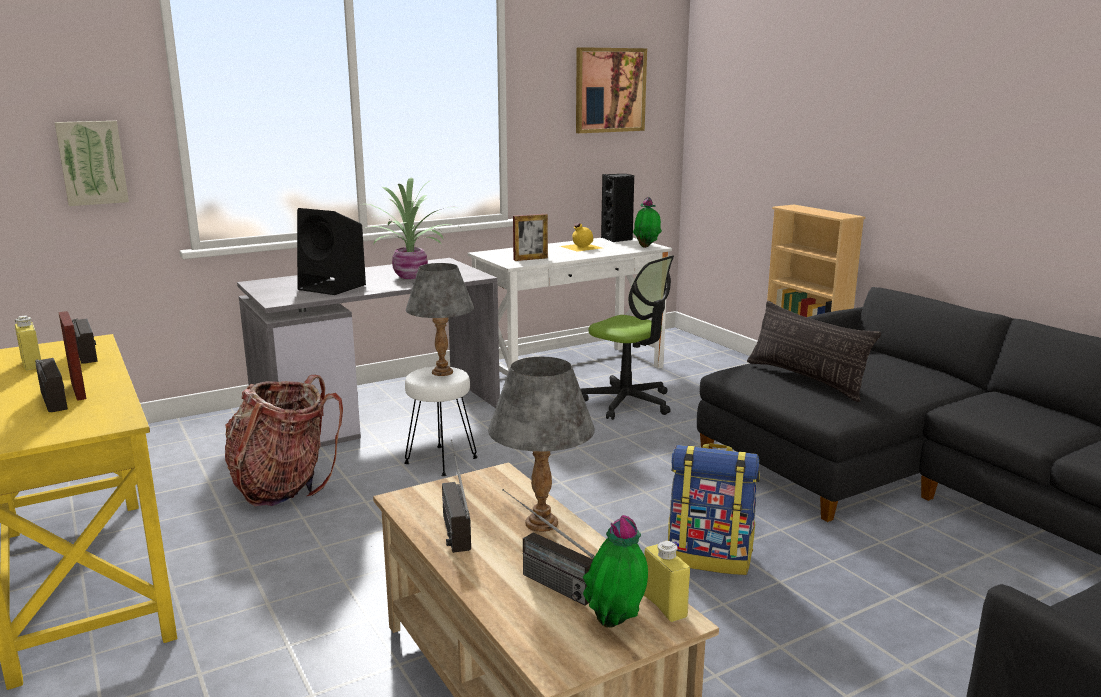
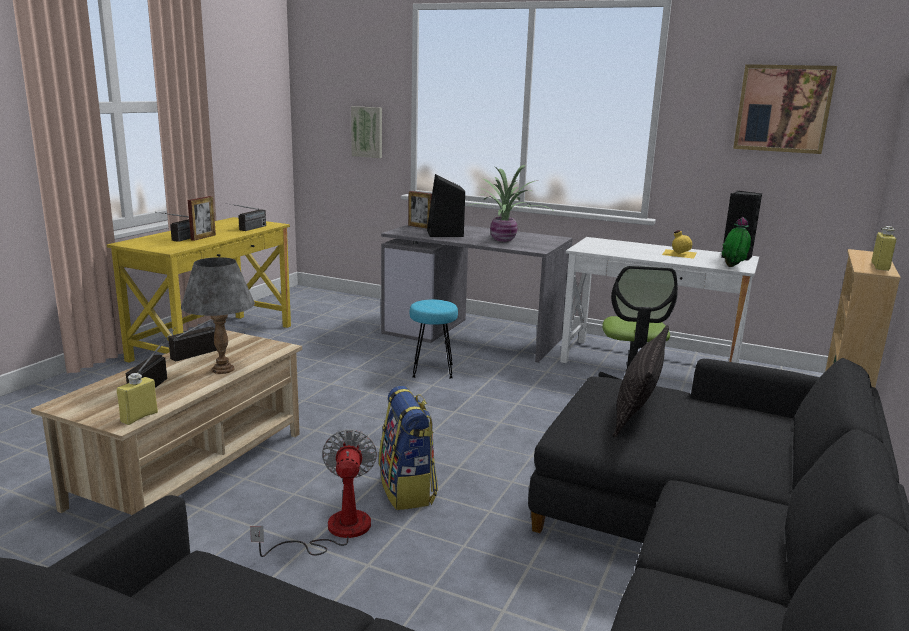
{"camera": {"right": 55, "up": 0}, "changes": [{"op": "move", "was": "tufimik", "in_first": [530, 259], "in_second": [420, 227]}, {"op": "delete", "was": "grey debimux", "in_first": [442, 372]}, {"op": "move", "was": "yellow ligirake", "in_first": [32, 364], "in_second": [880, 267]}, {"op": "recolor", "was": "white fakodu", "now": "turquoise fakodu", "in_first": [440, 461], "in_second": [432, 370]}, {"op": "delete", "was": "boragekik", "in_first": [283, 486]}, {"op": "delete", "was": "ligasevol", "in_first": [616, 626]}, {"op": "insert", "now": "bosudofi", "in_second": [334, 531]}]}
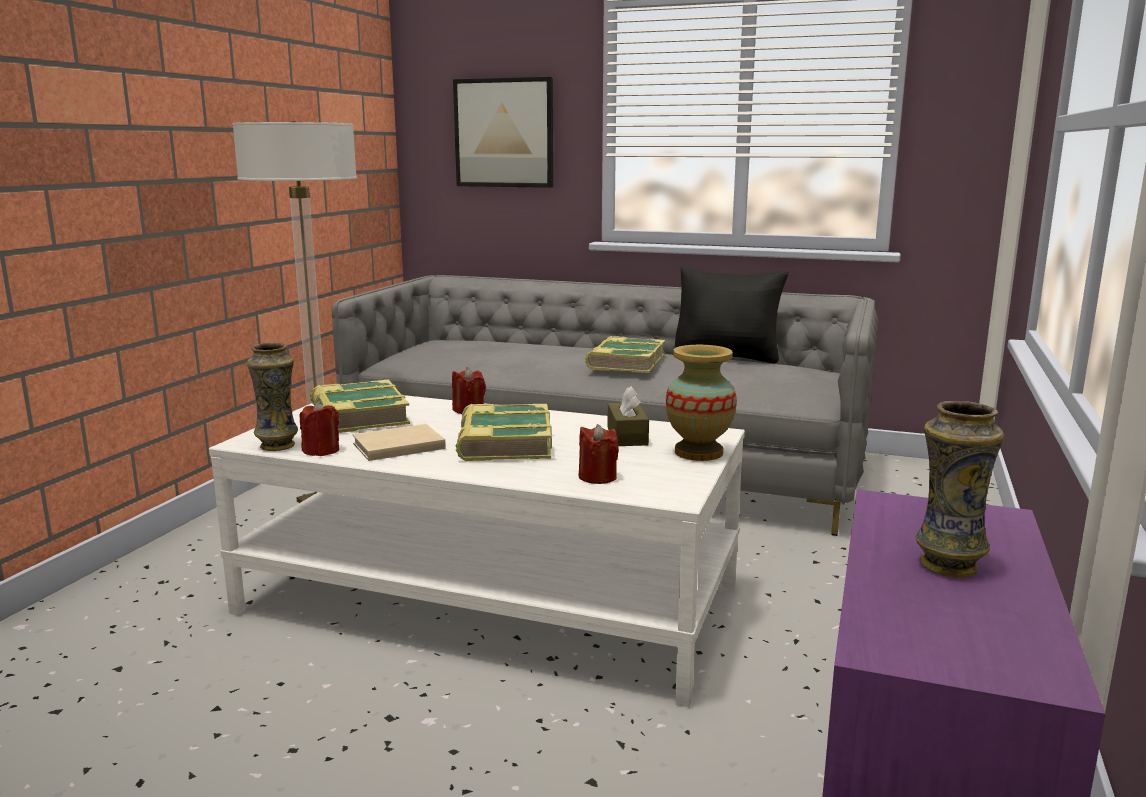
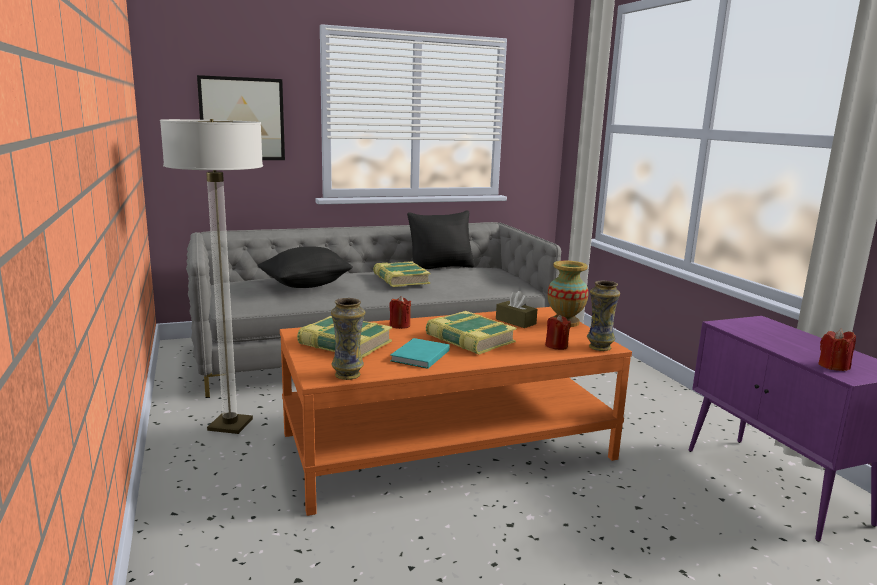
{"camera": {"right": -40, "up": 0}, "changes": [{"op": "recolor", "was": "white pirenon", "now": "orange pirenon", "in_first": [490, 600], "in_second": [448, 446]}, {"op": "move", "was": "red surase", "in_first": [321, 451], "in_second": [833, 366]}, {"op": "move", "was": "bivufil", "in_first": [947, 565], "in_second": [599, 347]}, {"op": "recolor", "was": "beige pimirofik", "now": "turquoise pimirofik", "in_first": [396, 446], "in_second": [418, 356]}, {"op": "insert", "now": "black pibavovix", "in_second": [306, 285]}]}
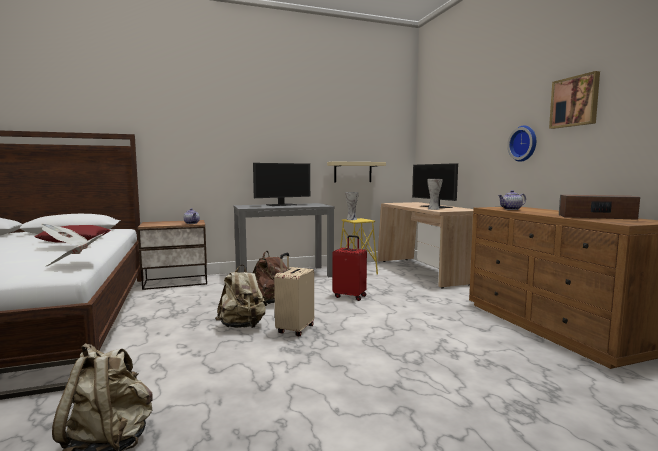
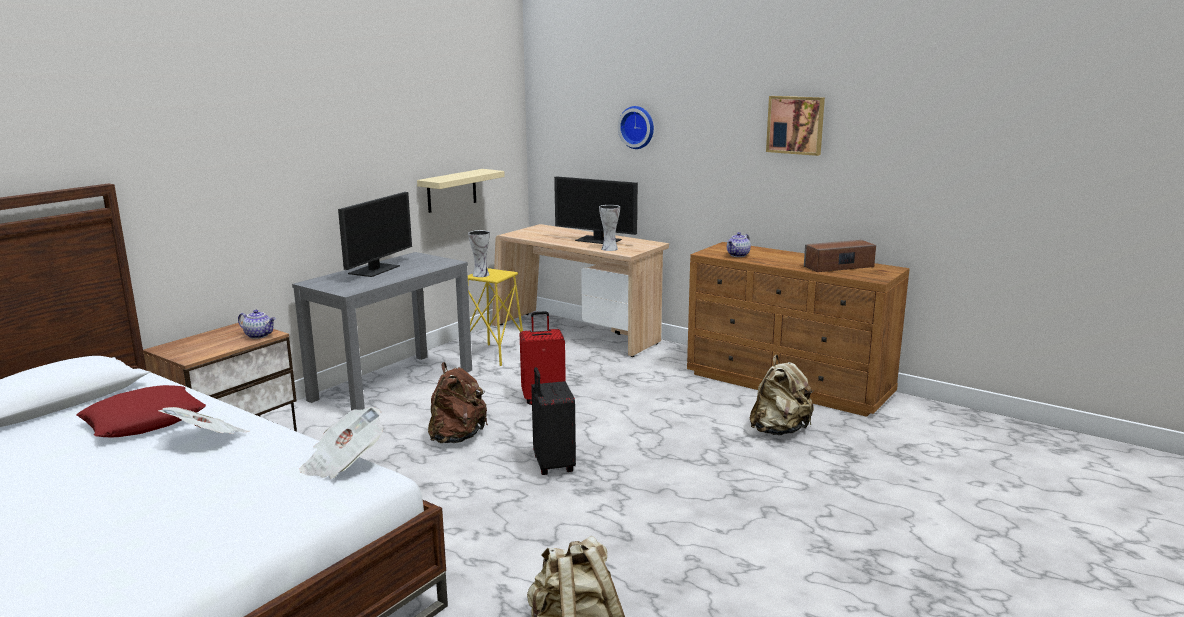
{"camera": {"right": -35, "up": 10}, "changes": [{"op": "move", "was": "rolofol", "in_first": [524, 143], "in_second": [637, 127]}, {"op": "recolor", "was": "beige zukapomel", "now": "black zukapomel", "in_first": [294, 330], "in_second": [552, 465]}, {"op": "move", "was": "beige boragekik", "in_first": [242, 326], "in_second": [779, 430]}]}
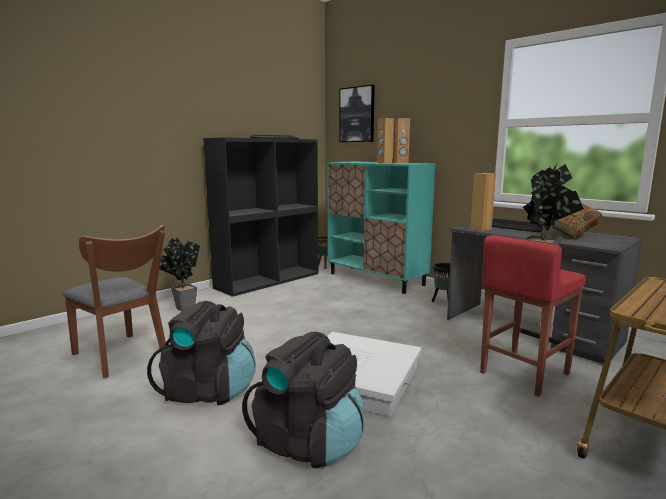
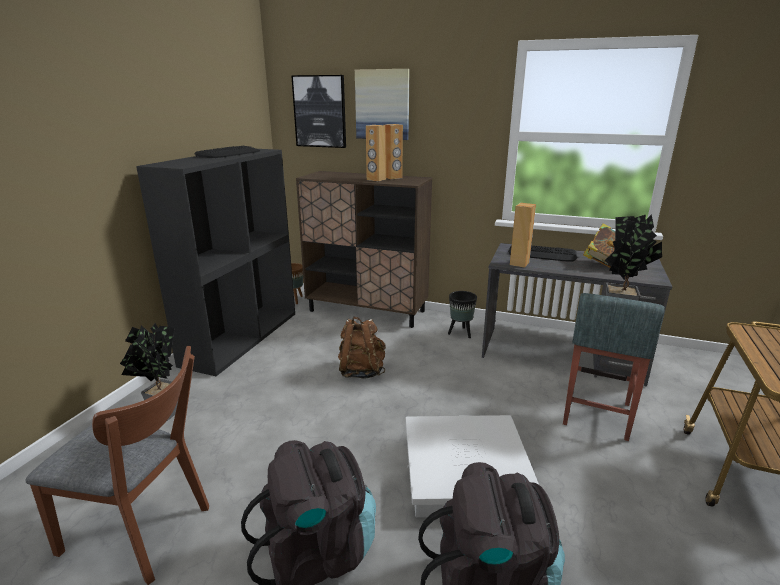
{"camera": {"right": -25, "up": 10}, "changes": [{"op": "recolor", "was": "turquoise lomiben", "now": "brown lomiben", "in_first": [376, 279], "in_second": [367, 311]}, {"op": "recolor", "was": "red fakodu", "now": "grey fakodu", "in_first": [523, 373], "in_second": [596, 414]}, {"op": "insert", "now": "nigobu", "in_second": [382, 104]}, {"op": "insert", "now": "brown boragekik", "in_second": [361, 371]}]}
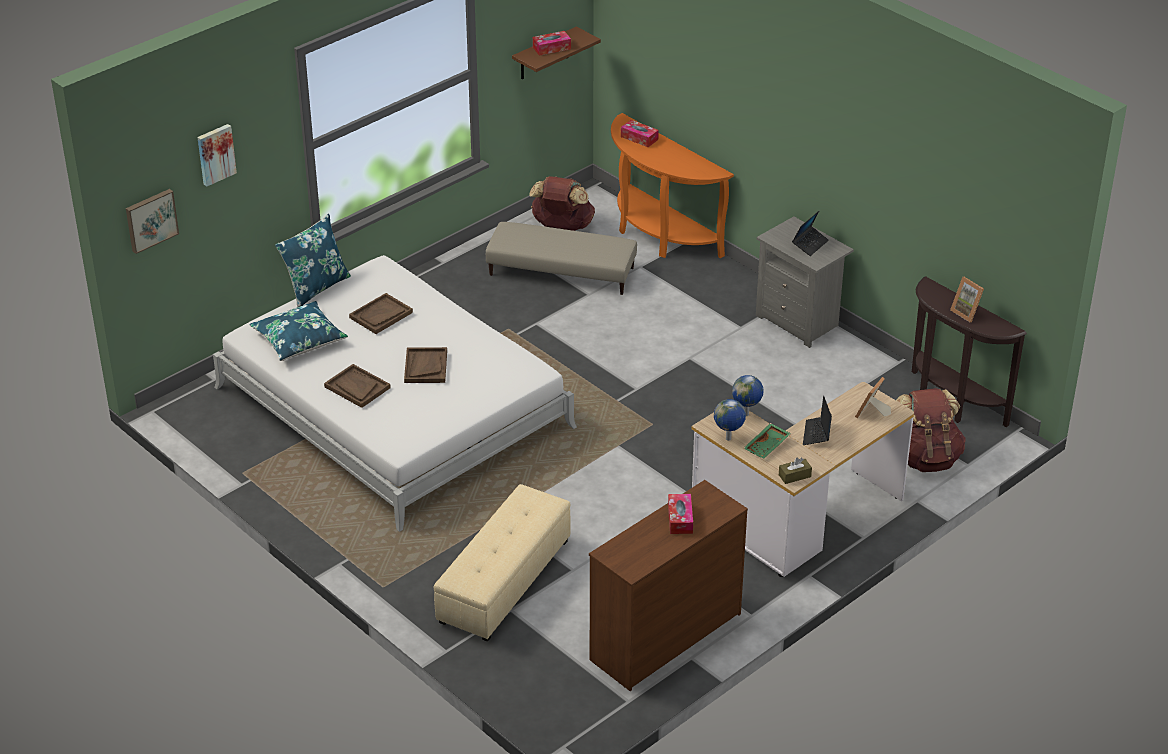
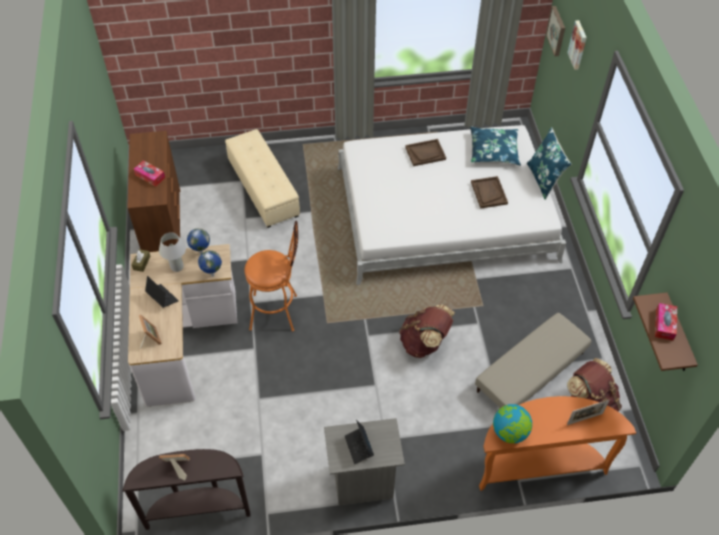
{"camera": {"right": 125, "up": 15}, "changes": [{"op": "replace", "was": "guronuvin", "now": "tufimik", "in_first": [639, 138], "in_second": [584, 419]}, {"op": "delete", "was": "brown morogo", "in_first": [425, 367]}, {"op": "move", "was": "brown boragekik", "in_first": [925, 458], "in_second": [424, 343]}, {"op": "replace", "was": "green morogo", "now": "white debimux", "in_first": [767, 446], "in_second": [177, 267]}, {"op": "insert", "now": "orange fakodu", "in_second": [278, 312]}, {"op": "insert", "now": "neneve", "in_second": [509, 432]}]}
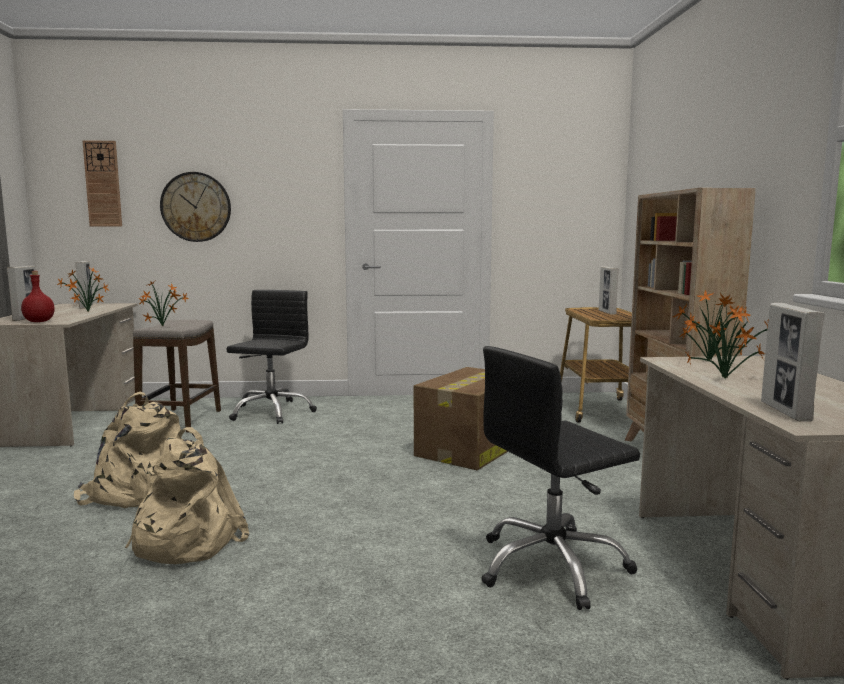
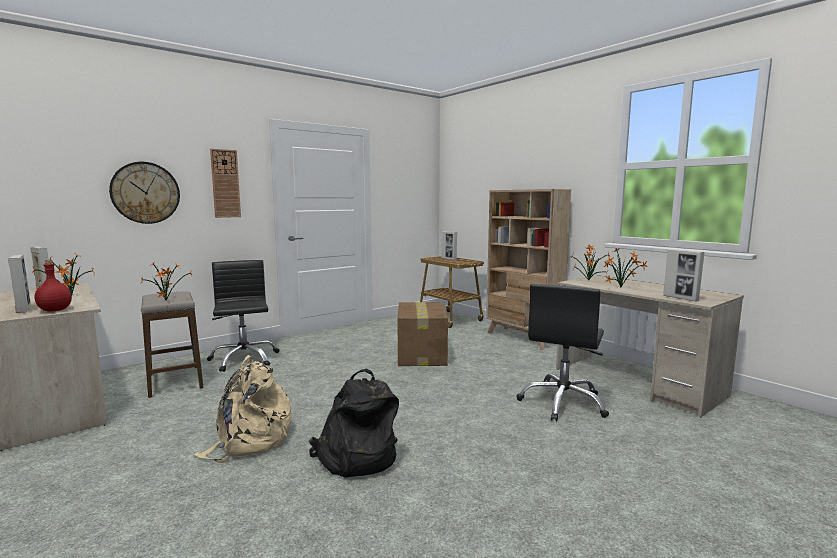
{"camera": {"right": -35, "up": 0}, "changes": [{"op": "move", "was": "rolofol", "in_first": [103, 184], "in_second": [225, 183]}, {"op": "recolor", "was": "beige boragekik", "now": "black boragekik", "in_first": [185, 541], "in_second": [356, 457]}]}
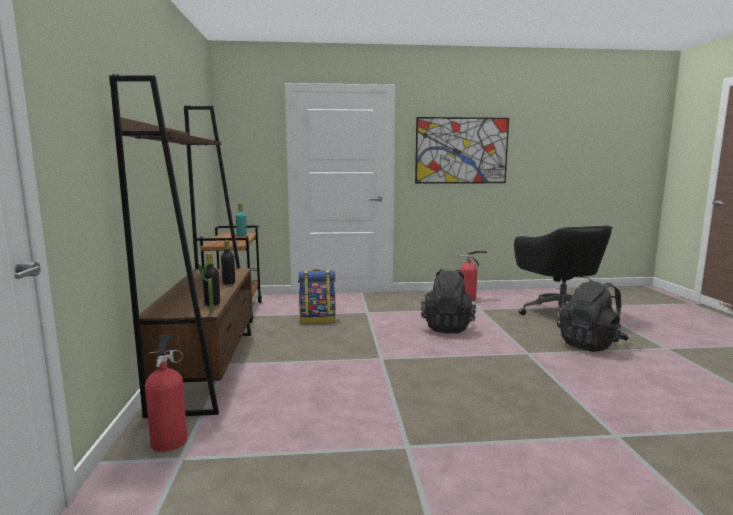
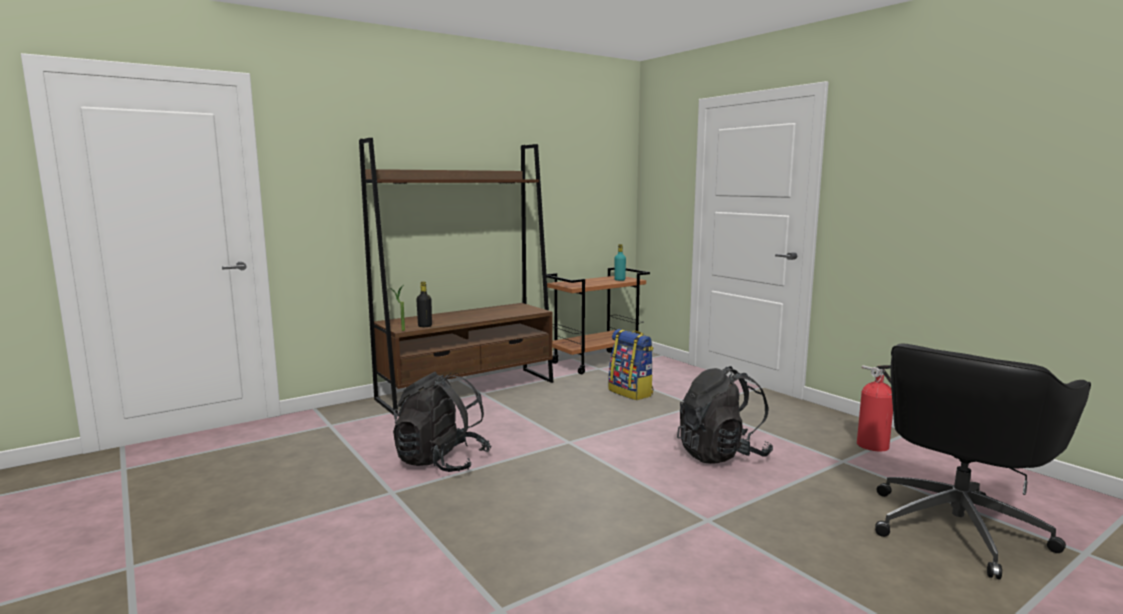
{"camera": {"right": 60, "up": 0}, "changes": [{"op": "delete", "was": "nigobu", "in_first": [461, 150]}, {"op": "delete", "was": "black ligirake", "in_first": [229, 283]}, {"op": "move", "was": "black boragekik", "in_first": [591, 344], "in_second": [441, 462]}, {"op": "delete", "was": "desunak", "in_first": [170, 439]}]}
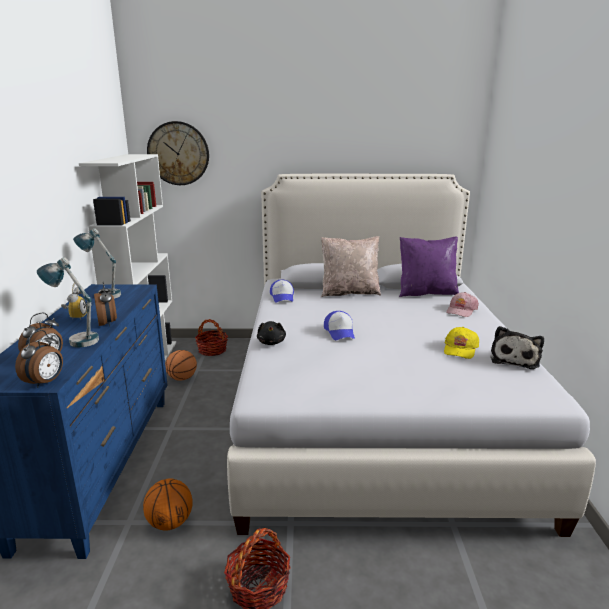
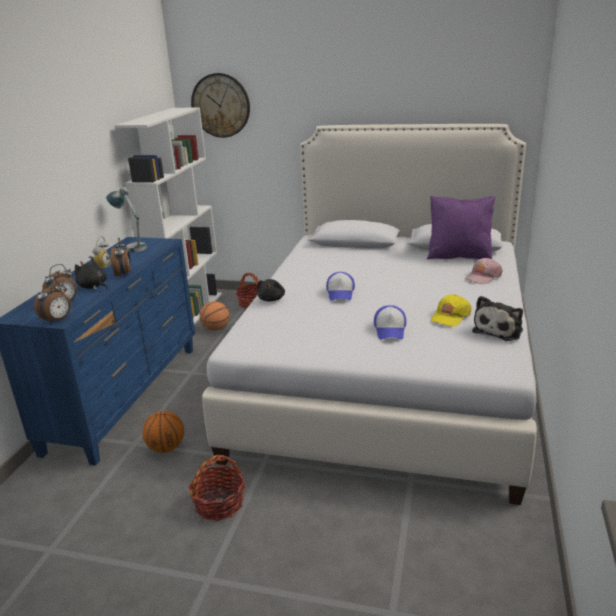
{"camera": {"right": 15, "up": 5}, "changes": [{"op": "delete", "was": "beige pibavovix", "in_first": [349, 292]}, {"op": "replace", "was": "debimux", "now": "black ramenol", "in_first": [75, 339], "in_second": [93, 286]}, {"op": "move", "was": "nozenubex", "in_first": [282, 297], "in_second": [390, 330]}]}
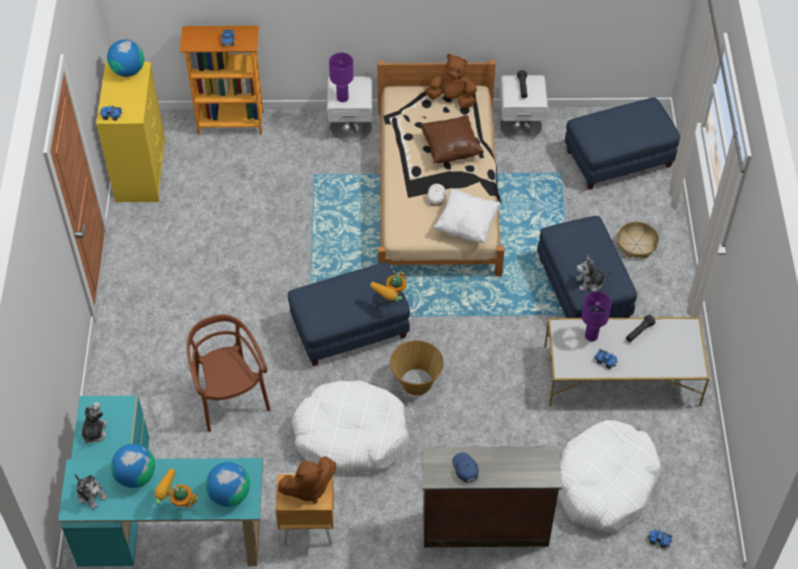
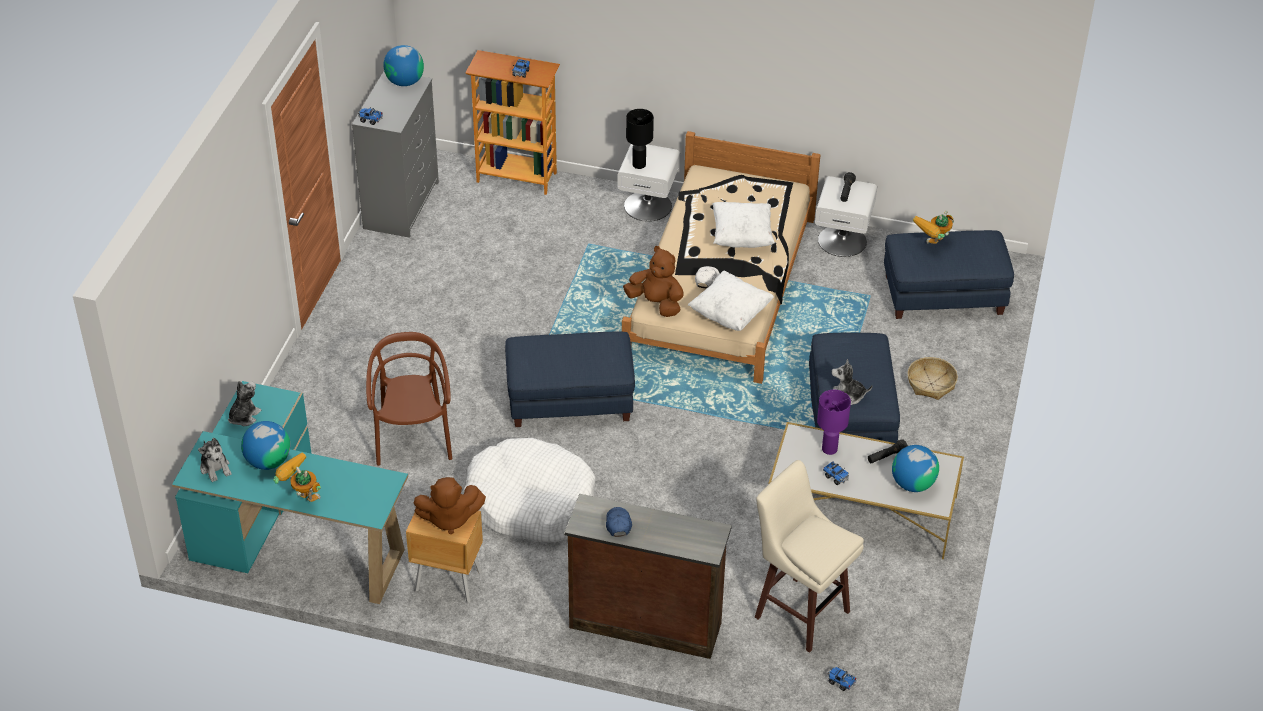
{"camera": {"right": 15, "up": -10}, "changes": [{"op": "recolor", "was": "purple debimux", "now": "black debimux", "in_first": [343, 98], "in_second": [639, 164]}, {"op": "move", "was": "brown ramenol", "in_first": [452, 99], "in_second": [656, 303]}, {"op": "recolor", "was": "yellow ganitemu", "now": "grey ganitemu", "in_first": [141, 171], "in_second": [401, 205]}, {"op": "recolor", "was": "brown pibavovix", "now": "white pibavovix", "in_first": [451, 149], "in_second": [742, 237]}, {"op": "move", "was": "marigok", "in_first": [391, 301], "in_second": [932, 246]}, {"op": "delete", "was": "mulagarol", "in_first": [416, 382]}, {"op": "replace", "was": "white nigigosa", "now": "beige fakodu", "in_first": [605, 484], "in_second": [800, 612]}, {"op": "move", "was": "neneve", "in_first": [229, 494], "in_second": [913, 484]}]}
